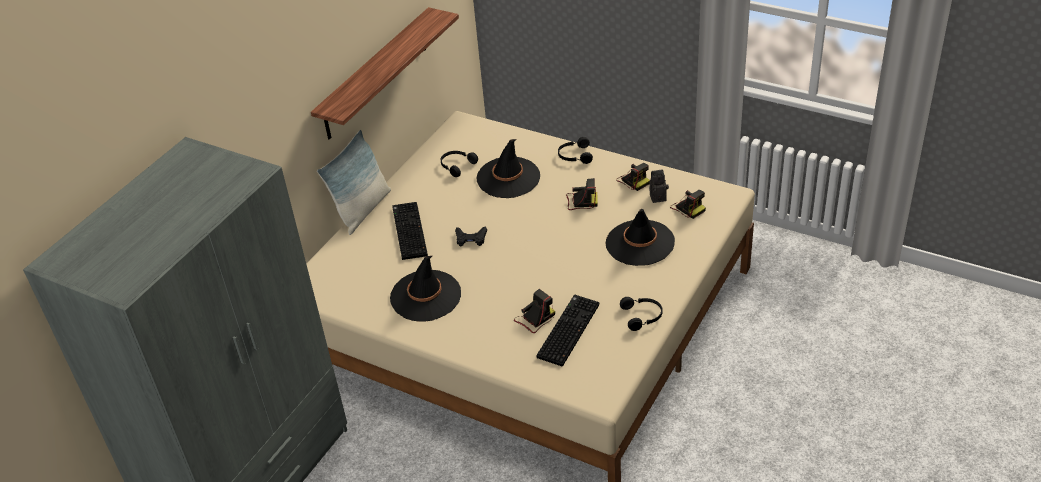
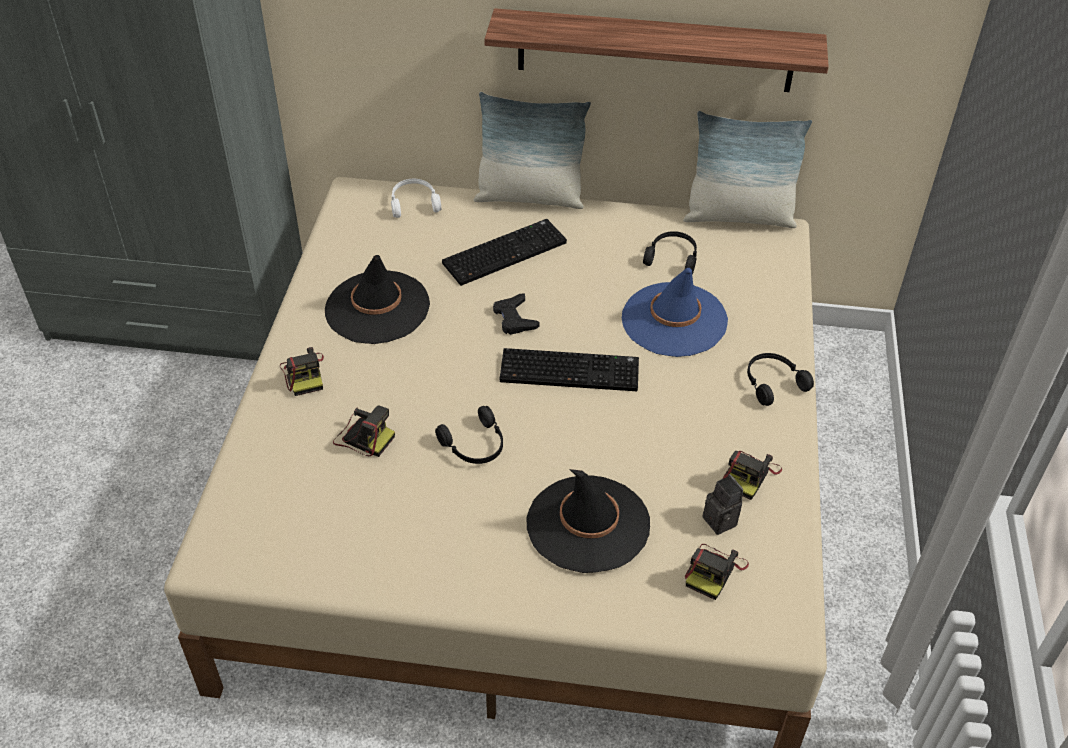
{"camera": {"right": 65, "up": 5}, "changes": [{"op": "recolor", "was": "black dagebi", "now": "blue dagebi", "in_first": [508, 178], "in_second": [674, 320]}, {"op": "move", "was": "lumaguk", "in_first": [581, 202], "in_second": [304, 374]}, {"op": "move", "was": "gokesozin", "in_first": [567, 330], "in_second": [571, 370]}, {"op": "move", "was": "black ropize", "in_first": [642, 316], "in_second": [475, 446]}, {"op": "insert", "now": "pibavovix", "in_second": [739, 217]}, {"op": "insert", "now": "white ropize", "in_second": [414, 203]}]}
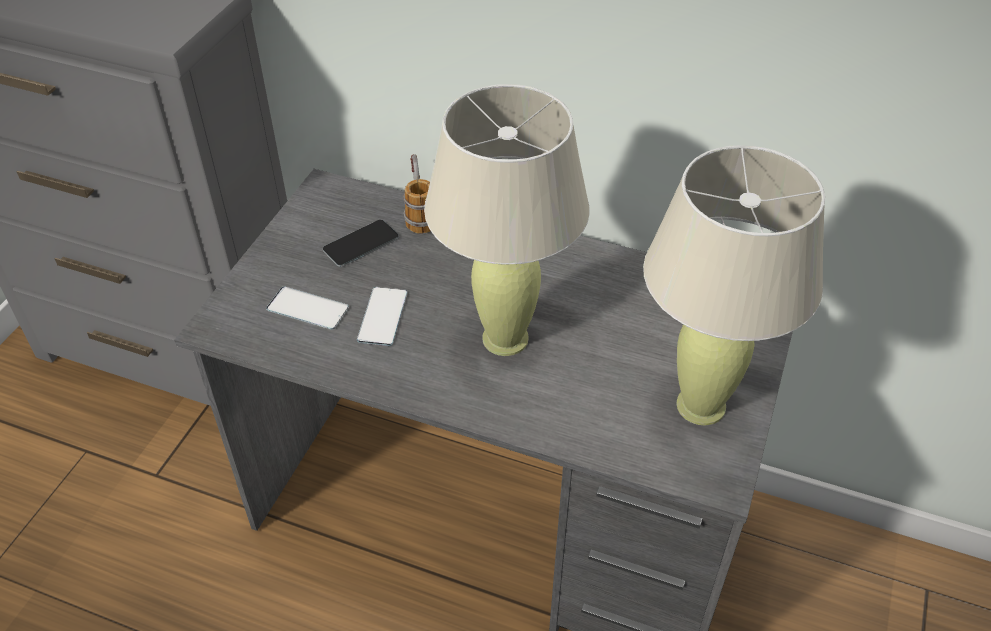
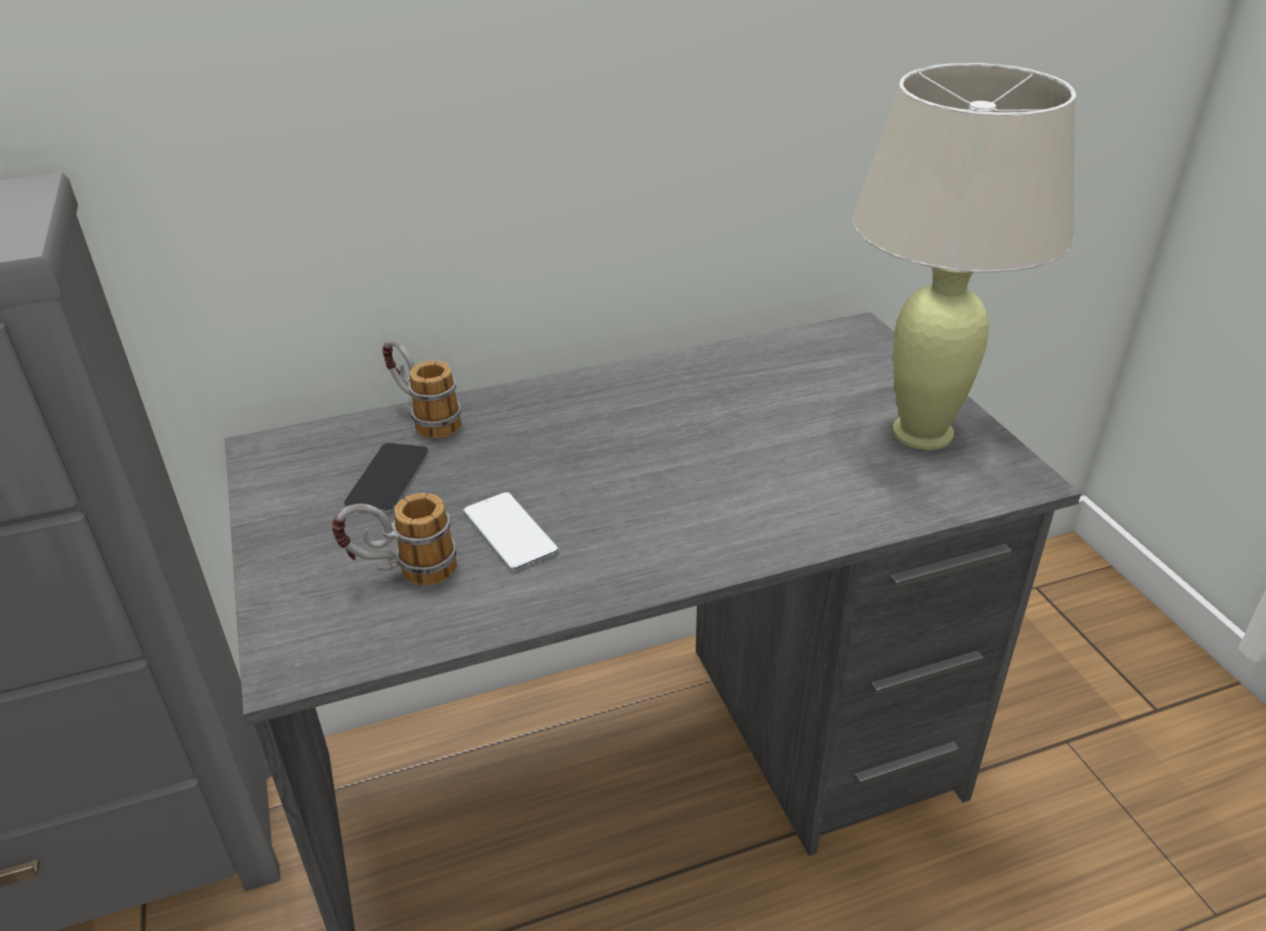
{"camera": {"right": -40, "up": -10}, "changes": [{"op": "delete", "was": "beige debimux", "in_first": [506, 338]}, {"op": "replace", "was": "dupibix", "now": "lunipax", "in_first": [307, 309], "in_second": [403, 574]}]}
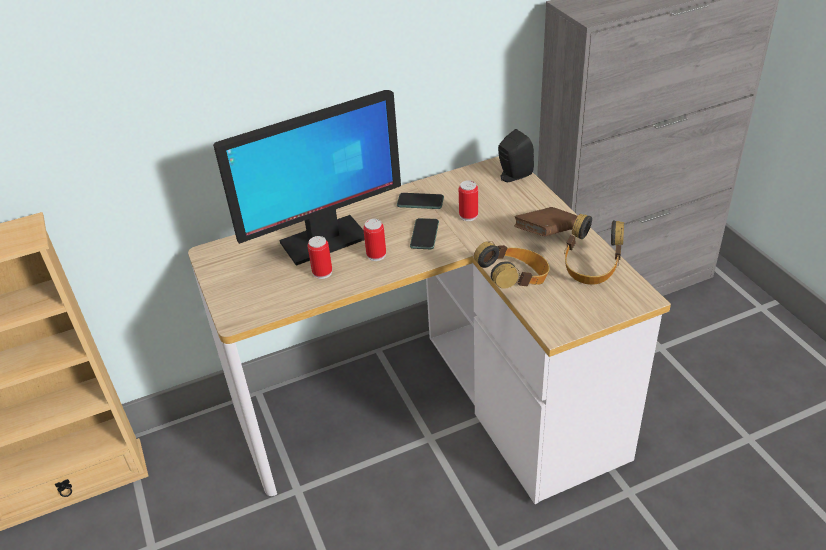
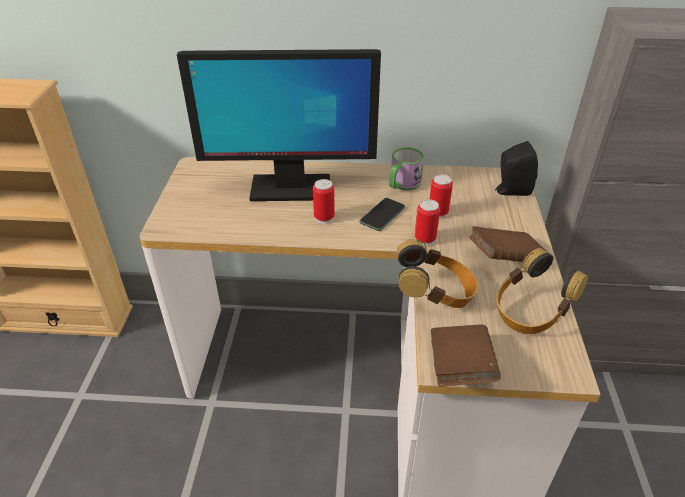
{"camera": {"right": 25, "up": 0}, "changes": [{"op": "replace", "was": "dupibix", "now": "lunipax", "in_first": [420, 202], "in_second": [402, 184]}, {"op": "move", "was": "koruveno", "in_first": [322, 272], "in_second": [425, 239]}, {"op": "insert", "now": "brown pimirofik", "in_second": [459, 368]}]}
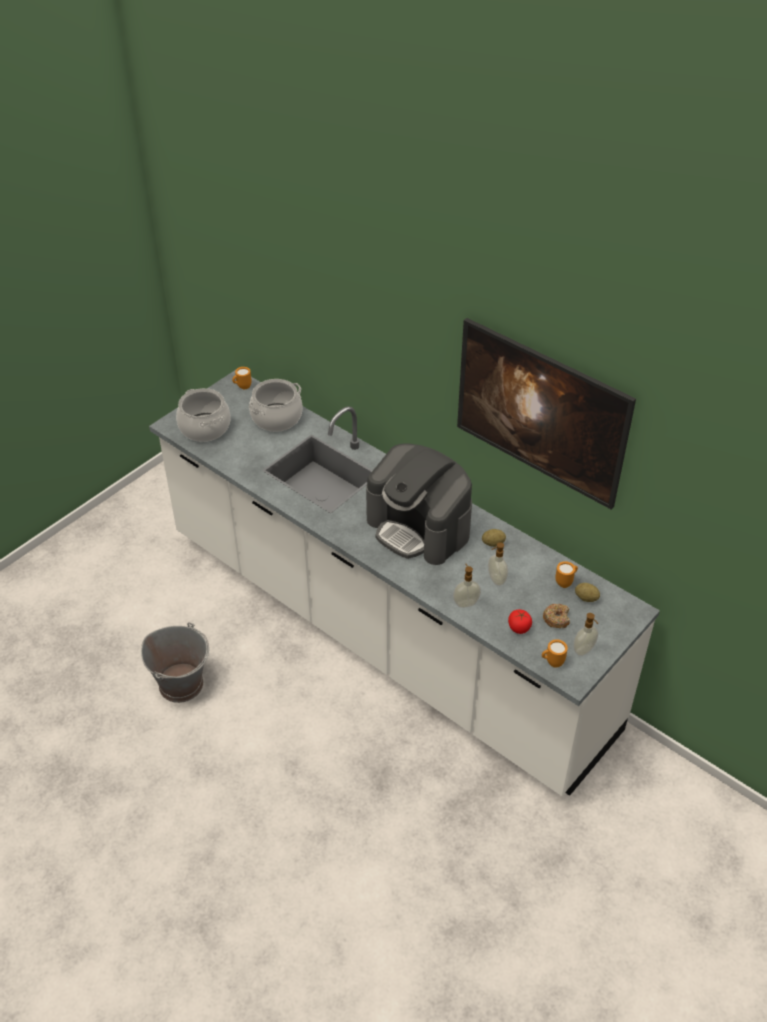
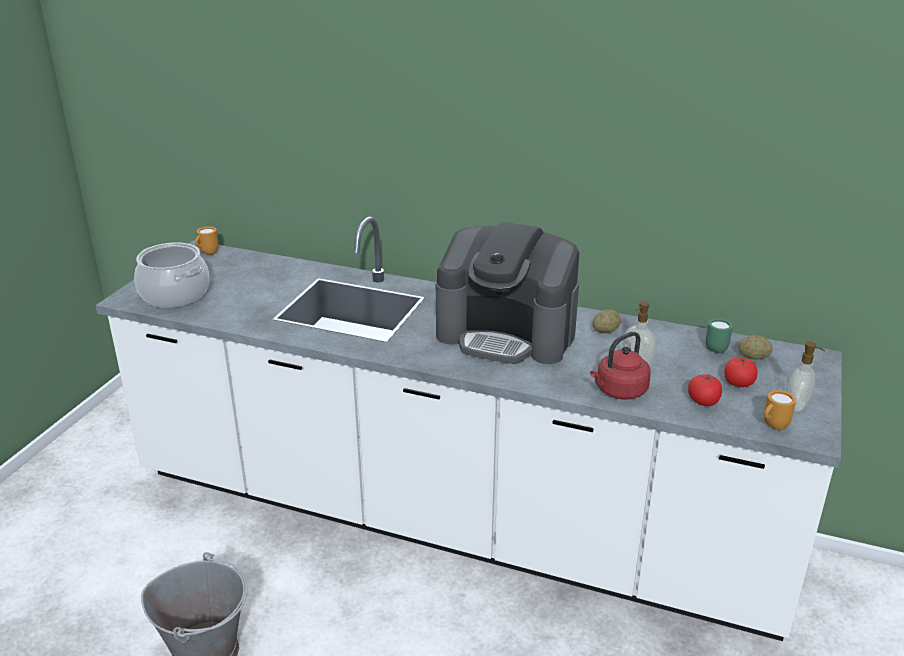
{"camera": {"right": -20, "up": -15}, "changes": [{"op": "delete", "was": "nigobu", "in_first": [537, 438]}, {"op": "delete", "was": "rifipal", "in_first": [276, 417]}, {"op": "recolor", "was": "orange lunipax", "now": "green lunipax", "in_first": [565, 582], "in_second": [717, 348]}, {"op": "replace", "was": "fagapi", "now": "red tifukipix", "in_first": [465, 603], "in_second": [619, 391]}, {"op": "replace", "was": "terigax", "now": "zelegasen", "in_first": [556, 619], "in_second": [738, 383]}]}
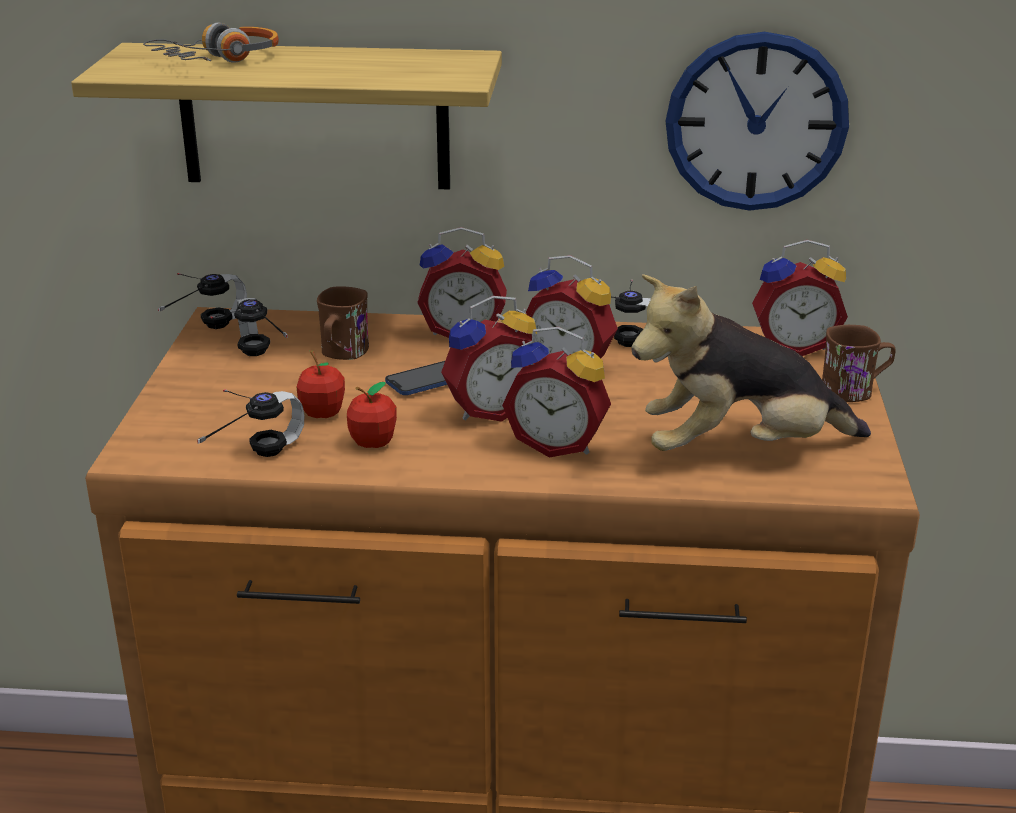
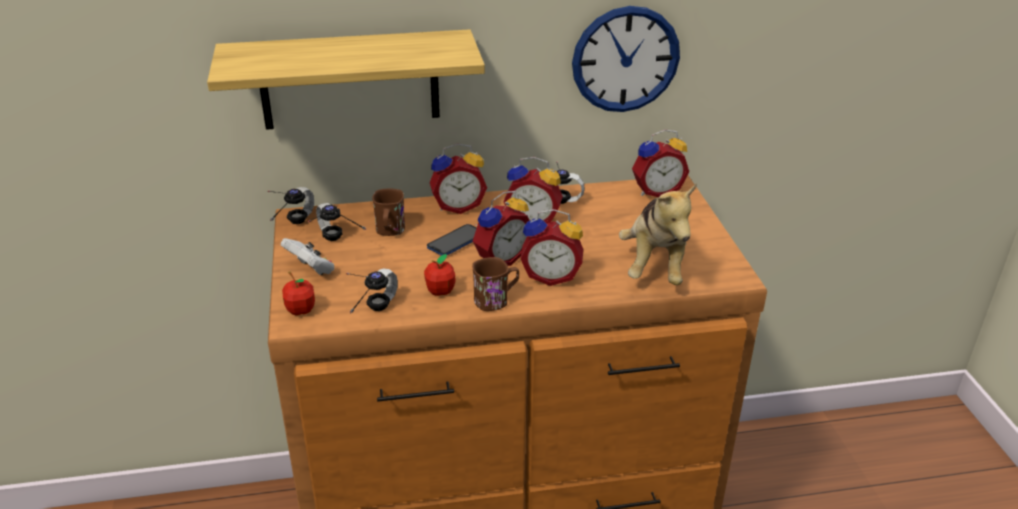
{"camera": {"right": -15, "up": 5}, "changes": [{"op": "delete", "was": "ropize", "in_first": [218, 60]}, {"op": "rotate", "was": "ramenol", "in_first": [739, 450], "in_second": [656, 265], "clockwise": -60}, {"op": "move", "was": "brown lunipax", "in_first": [855, 391], "in_second": [496, 300]}, {"op": "move", "was": "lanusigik", "in_first": [322, 413], "in_second": [300, 310]}, {"op": "insert", "now": "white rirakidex", "in_second": [311, 270]}]}
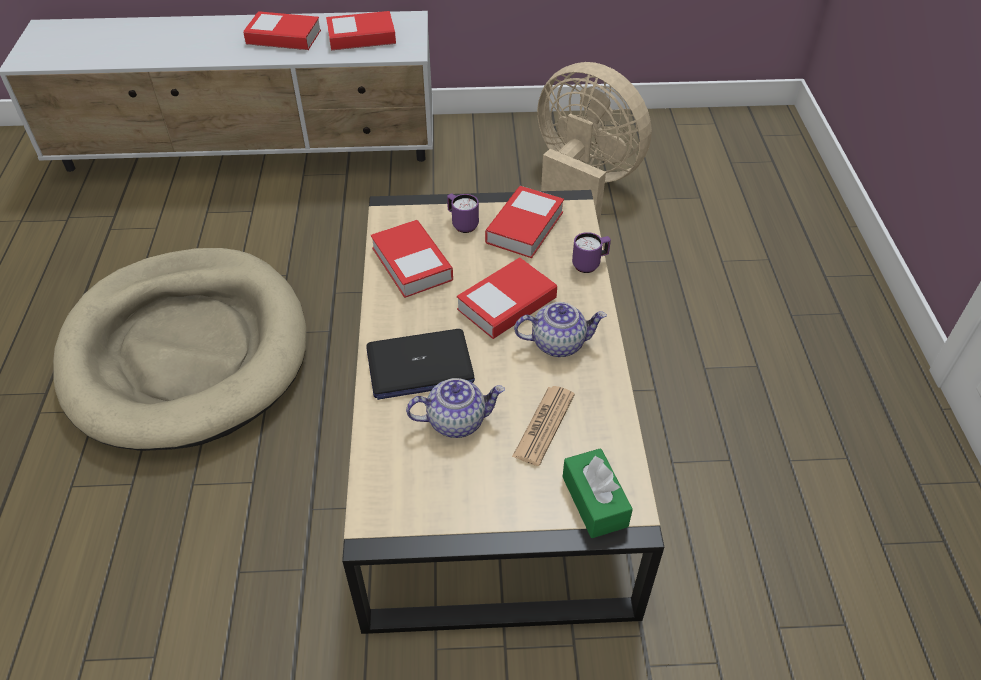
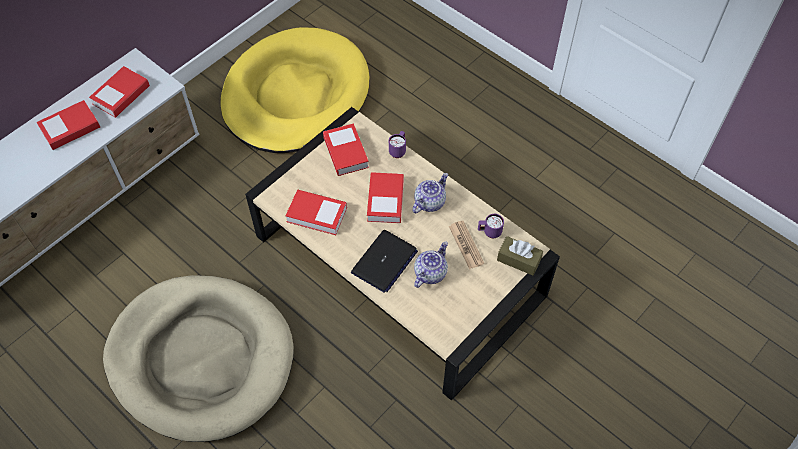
{"camera": {"right": -45, "up": 10}, "changes": [{"op": "replace", "was": "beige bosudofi", "now": "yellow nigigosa", "in_first": [583, 184], "in_second": [296, 95]}, {"op": "move", "was": "purple lunipax", "in_first": [462, 224], "in_second": [489, 232]}, {"op": "recolor", "was": "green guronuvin", "now": "brown guronuvin", "in_first": [594, 501], "in_second": [518, 260]}]}
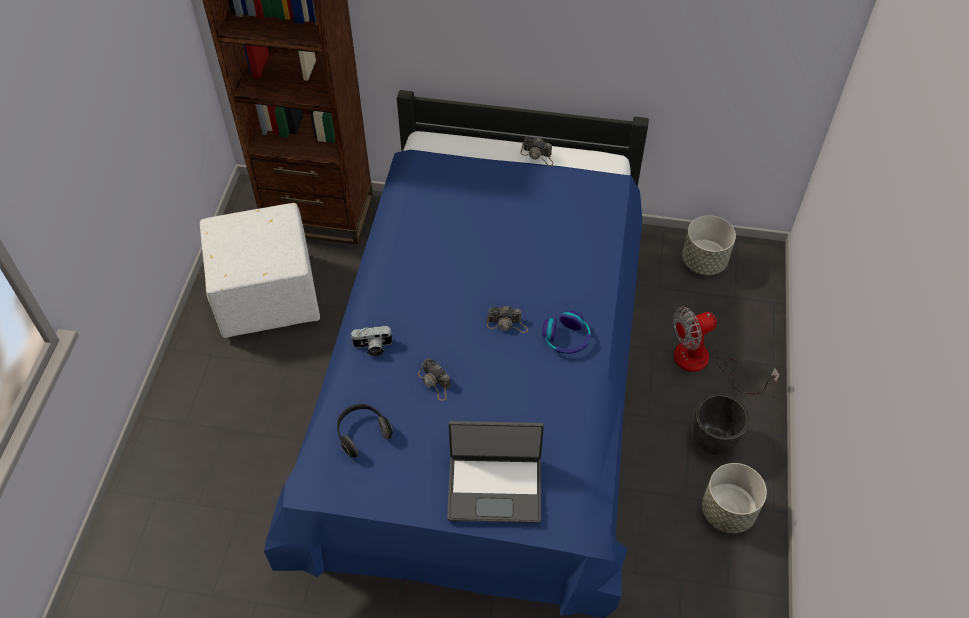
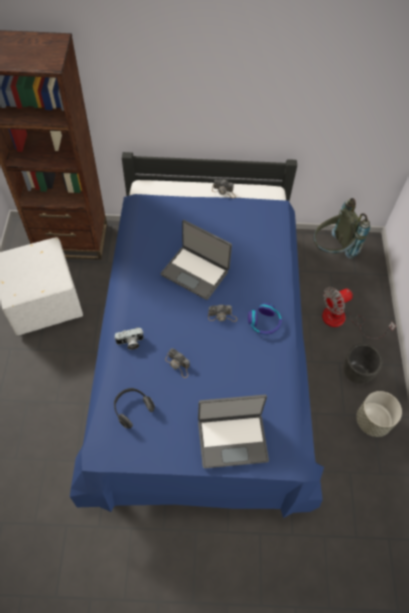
{"camera": {"right": -10, "up": 5}, "changes": [{"op": "replace", "was": "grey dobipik", "now": "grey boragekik", "in_first": [704, 261], "in_second": [332, 251]}, {"op": "insert", "now": "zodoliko", "in_second": [195, 272]}]}
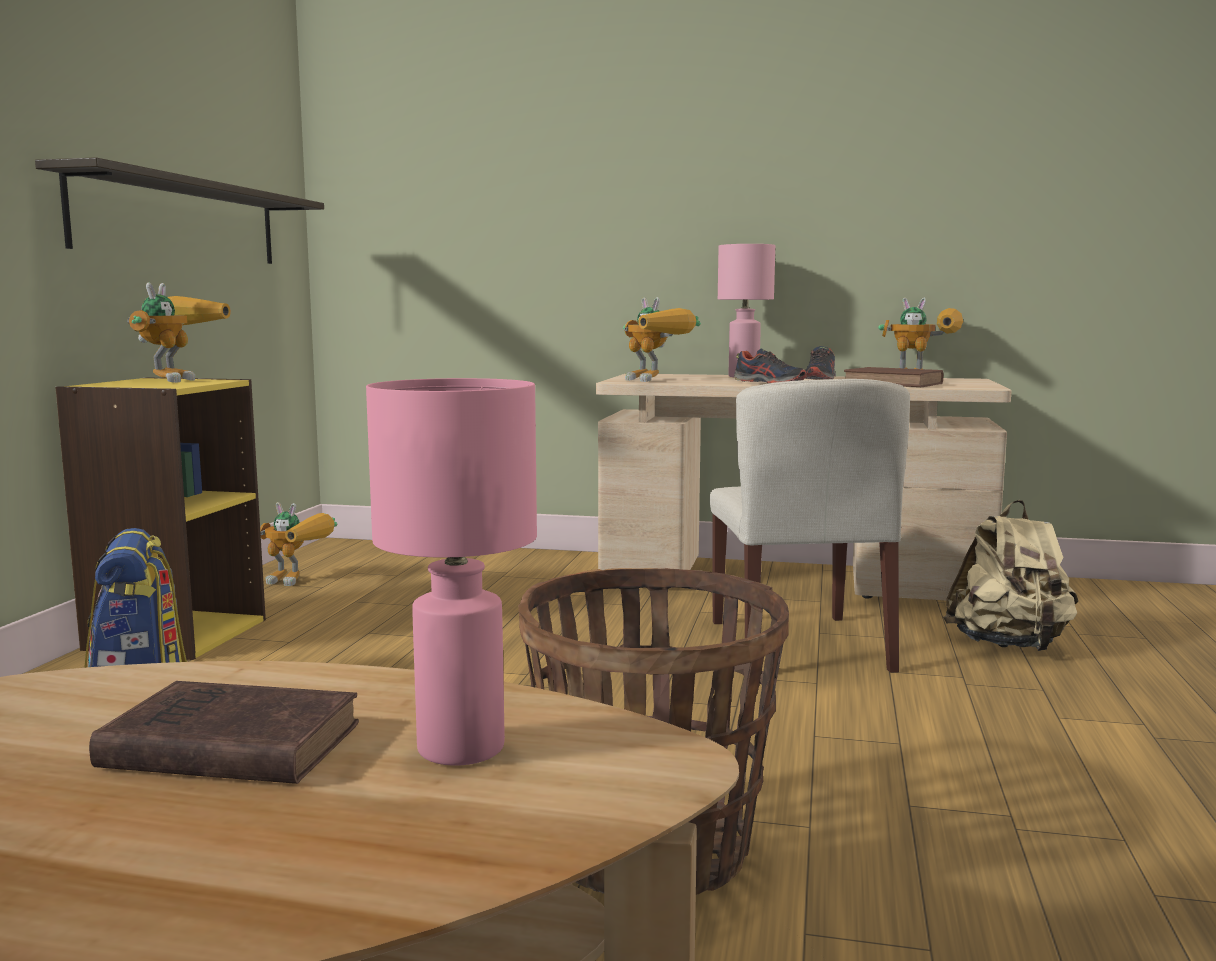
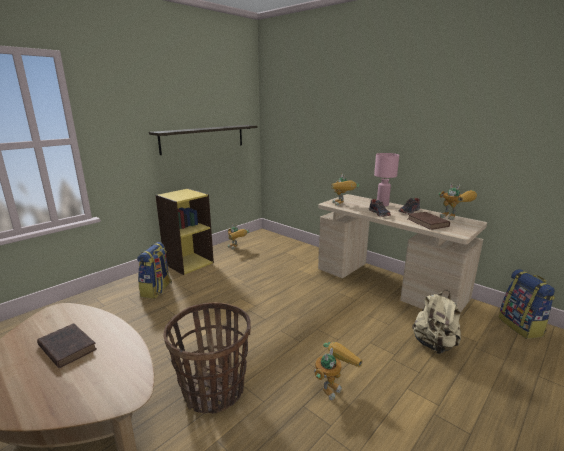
{"camera": {"right": 30, "up": 10}, "changes": [{"op": "move", "was": "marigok", "in_first": [176, 379], "in_second": [333, 385]}, {"op": "delete", "was": "pink debimux", "in_first": [460, 747]}, {"op": "delete", "was": "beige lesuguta", "in_first": [799, 646]}, {"op": "insert", "now": "boragekik", "in_second": [521, 327]}]}
